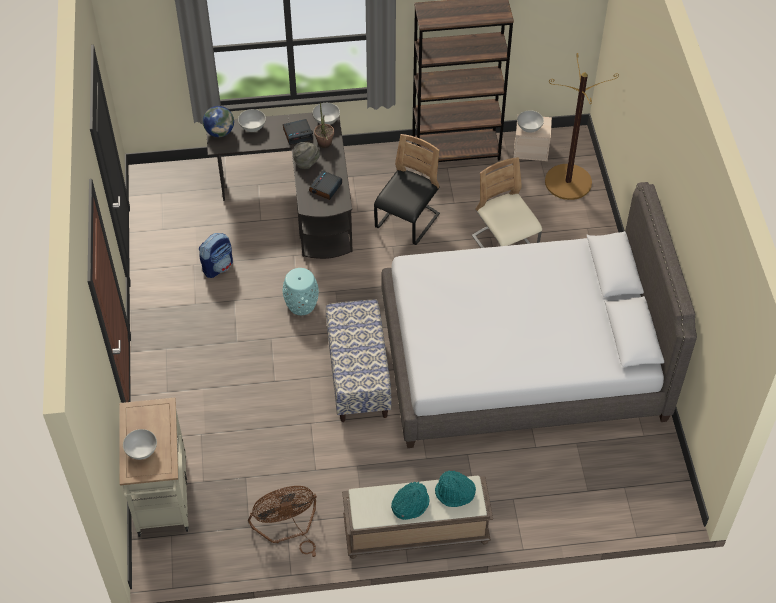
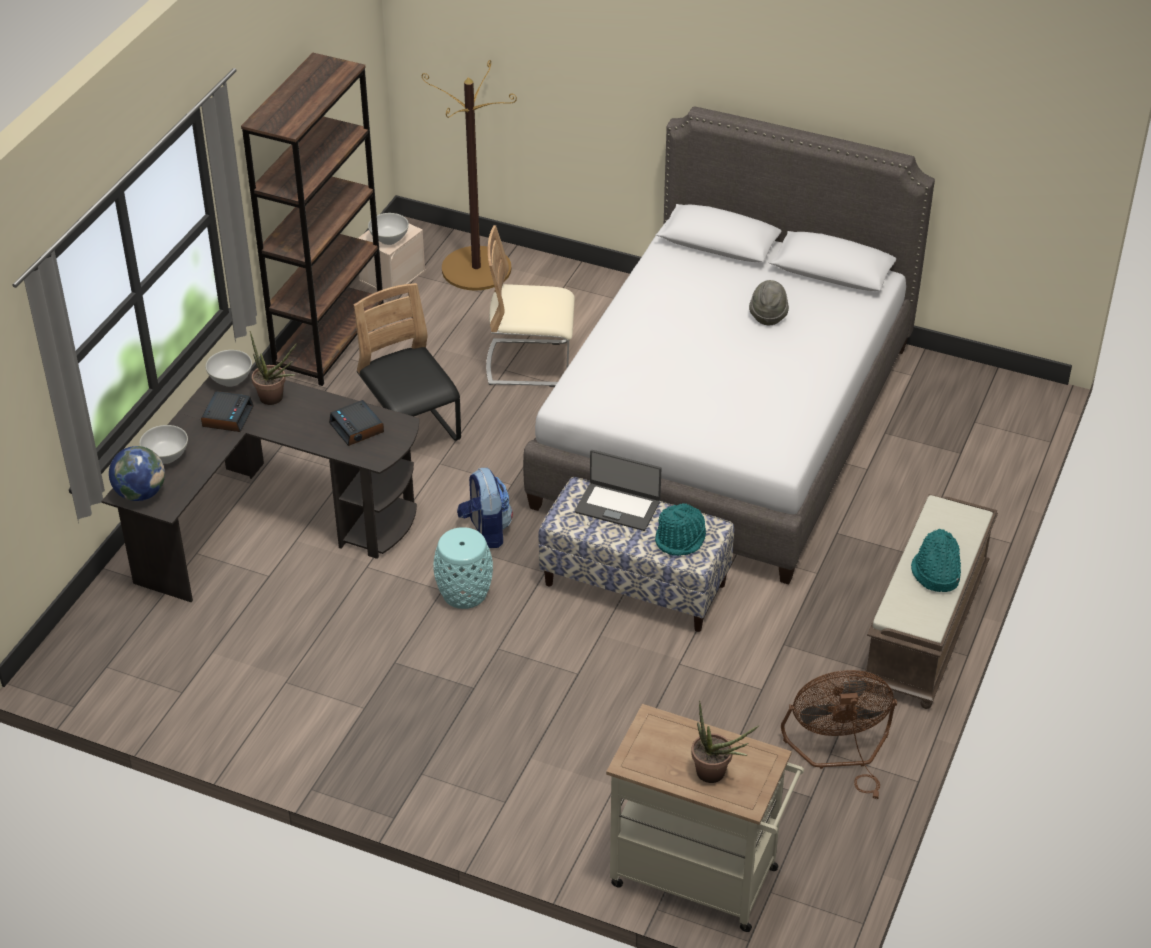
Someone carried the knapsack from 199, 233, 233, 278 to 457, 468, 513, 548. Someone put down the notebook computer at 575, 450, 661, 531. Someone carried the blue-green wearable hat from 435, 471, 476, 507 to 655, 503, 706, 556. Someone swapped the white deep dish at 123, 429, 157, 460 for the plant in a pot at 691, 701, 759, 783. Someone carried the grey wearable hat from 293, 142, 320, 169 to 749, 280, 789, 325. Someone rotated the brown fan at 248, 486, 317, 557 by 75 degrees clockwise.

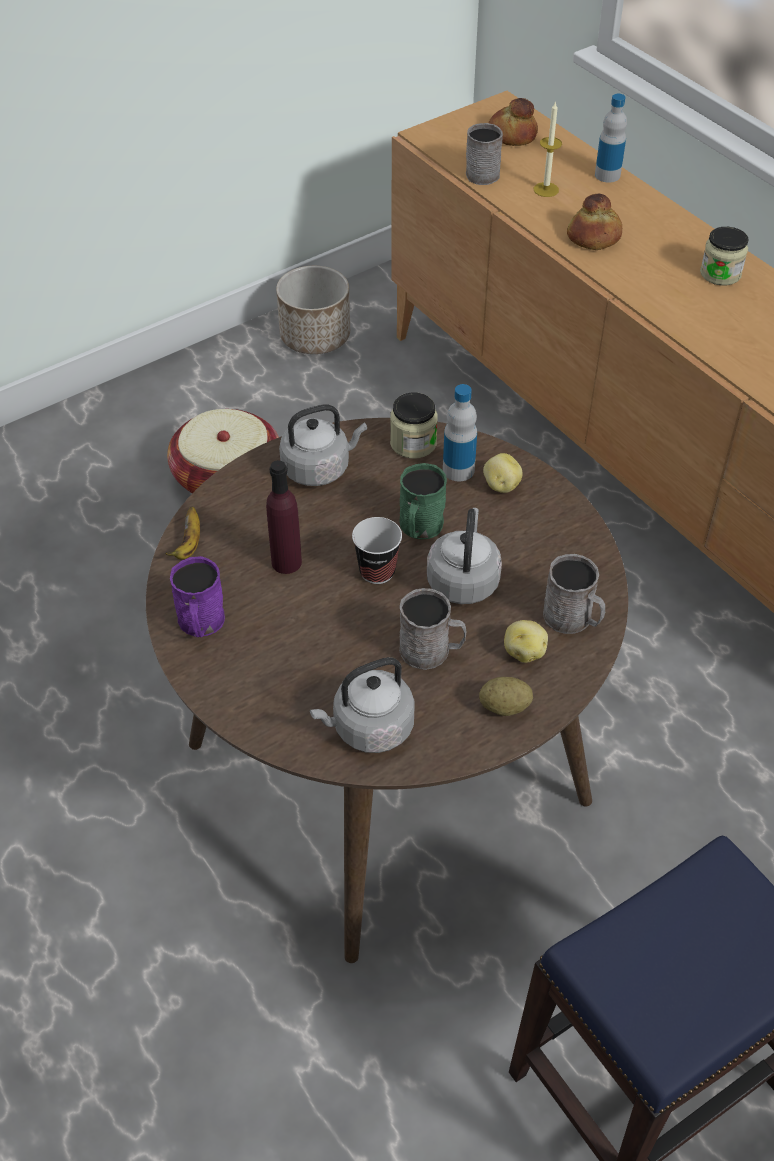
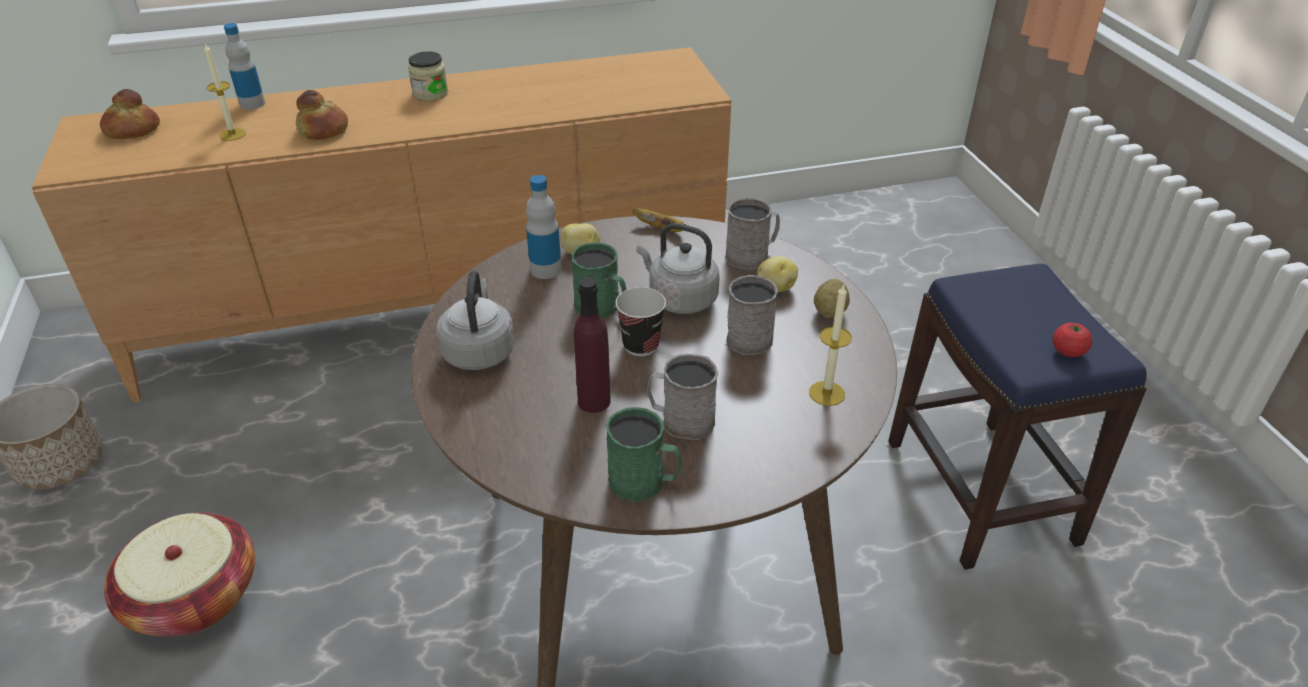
Someone repainted the purple-coloured tea mug at 170, 556, 225, 637, which became the green-coloured tea mug at 606, 407, 682, 501. Someone carried the banana fruit from 165, 507, 200, 559 to 633, 208, 686, 232. Someone carried the grey tea mug from 466, 123, 503, 185 to 647, 354, 718, 440. Someone swapped the grey water kettle at 310, 657, 415, 753 for the candle at 809, 284, 852, 406. Someone put down the whole tomato at 1053, 323, 1092, 357. Someone took away the preserve jar at 390, 392, 438, 458.

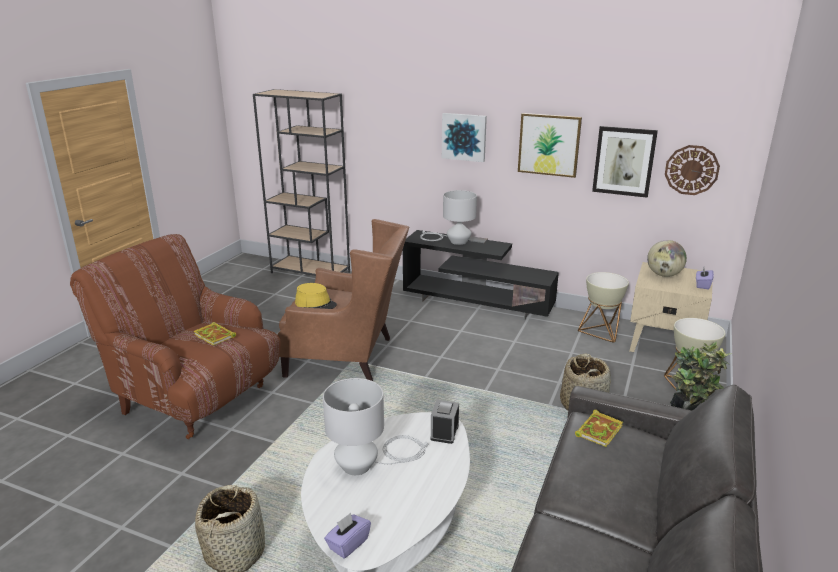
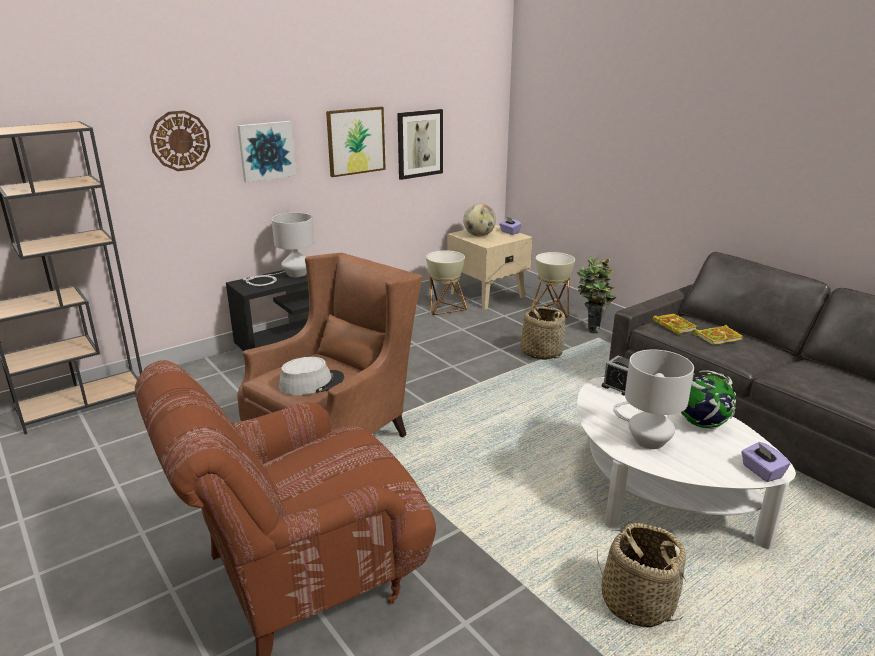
Someone carried the clock on the wall from 665, 145, 720, 195 to 150, 111, 210, 171. Someone repainted the yellow-coloured wearable hat at 295, 283, 337, 309, which became the grey wearable hat at 279, 357, 344, 395. Someone put down the globe at 681, 370, 736, 429. Someone carried the volume from 193, 322, 236, 346 to 694, 325, 743, 345.

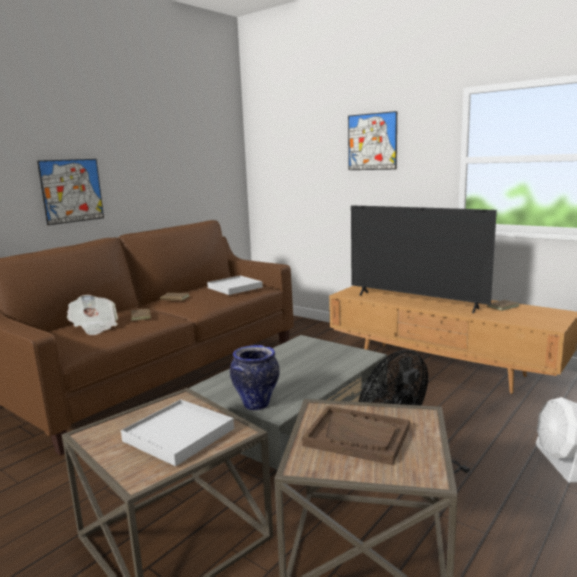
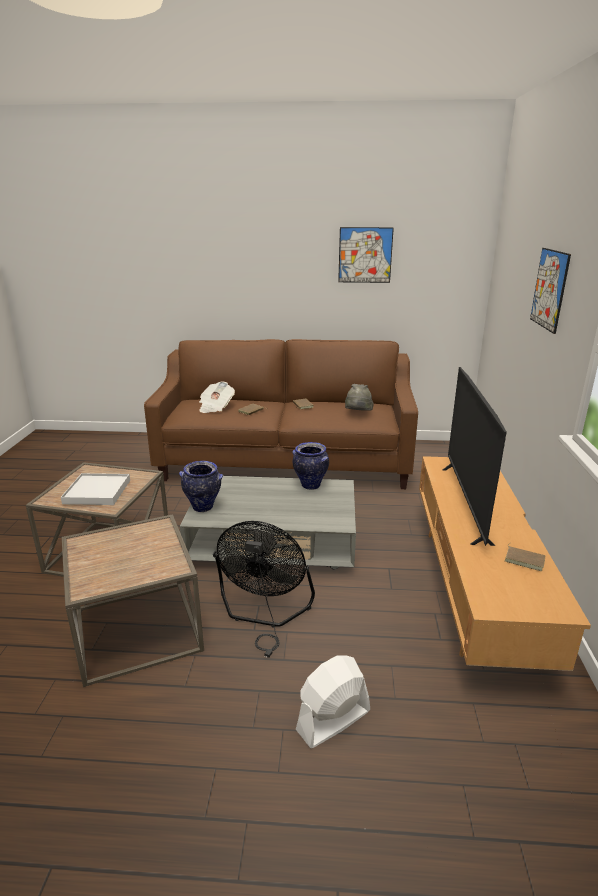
Someone put down the flower vase at 293, 442, 329, 490. Someone carried the wall picture from 37, 159, 104, 225 to 338, 227, 394, 283. Someone swapped the white carrying tray at 207, 275, 263, 295 for the grey wearable hat at 345, 384, 374, 411. Someone took away the brown carrying tray at 302, 406, 410, 465.

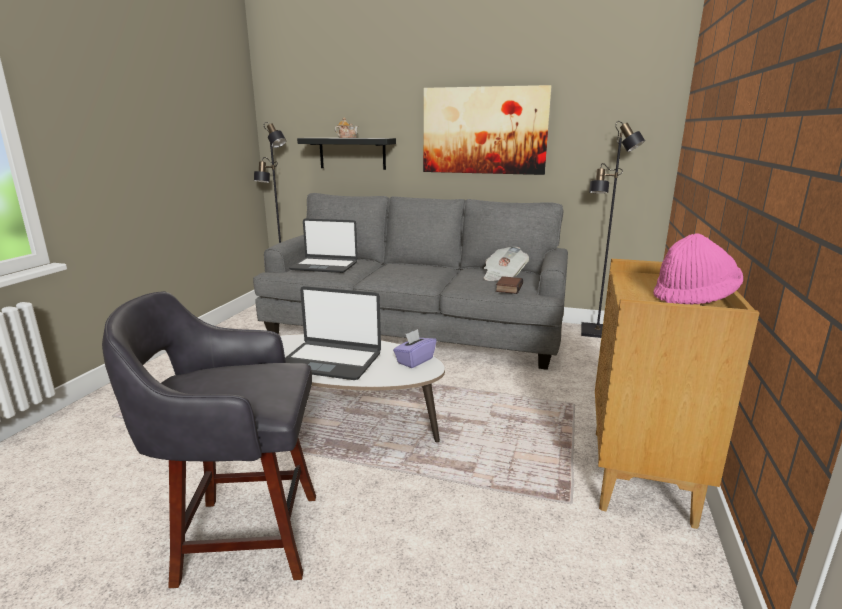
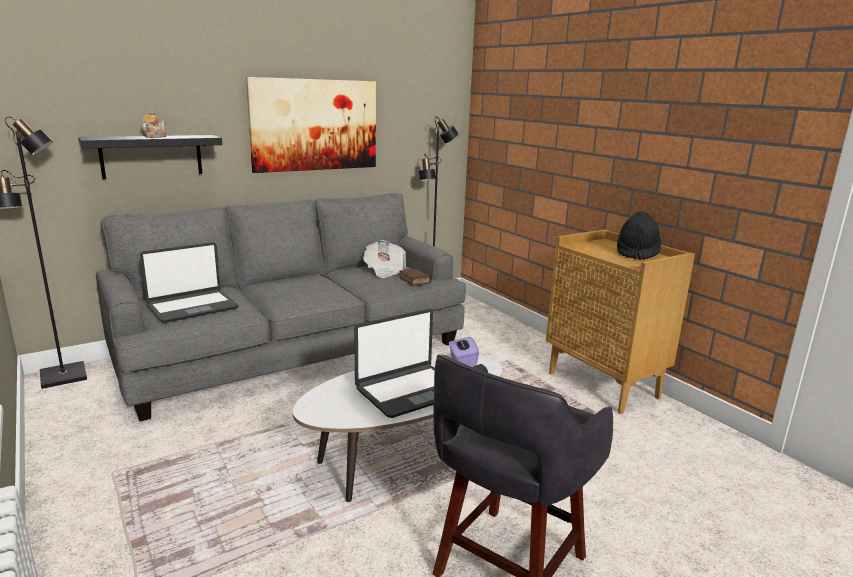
Someone repainted the pinkish wearable hat at 653, 233, 743, 305, which became the black wearable hat at 617, 211, 661, 260.

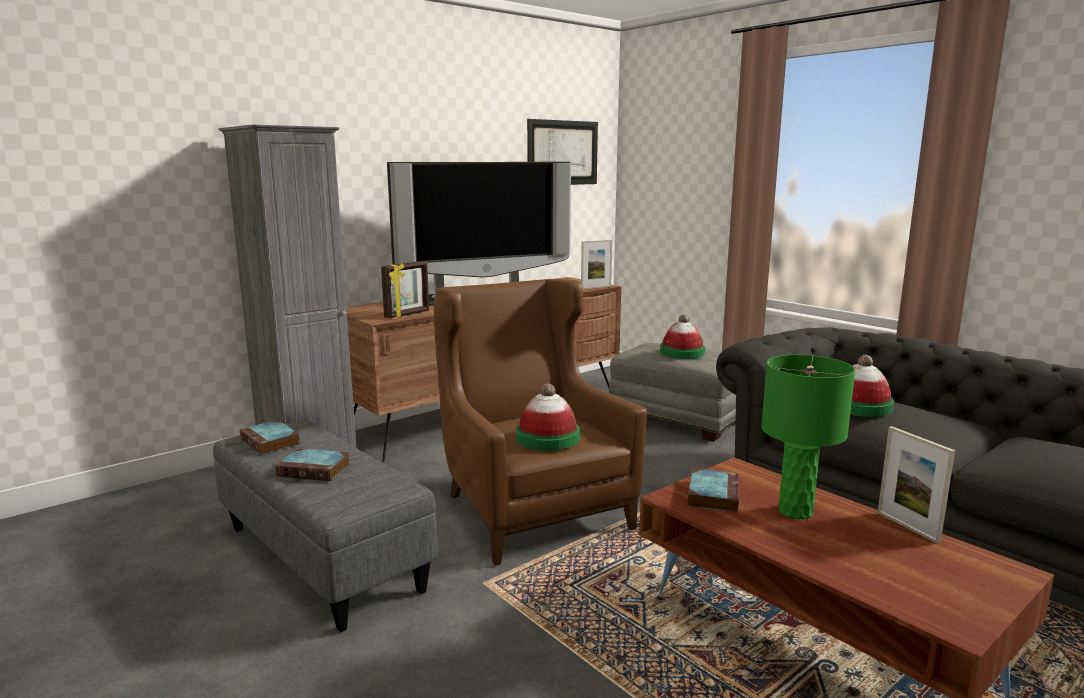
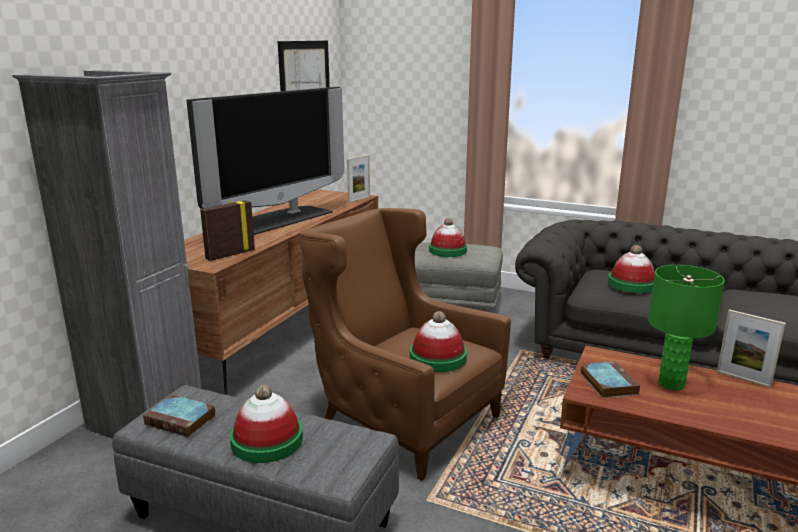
Someone rotated the picture frame at 381, 261, 429, 318 by 150 degrees counterclockwise. Someone swapped the volume at 275, 448, 350, 481 for the wearable hat at 230, 384, 303, 463.

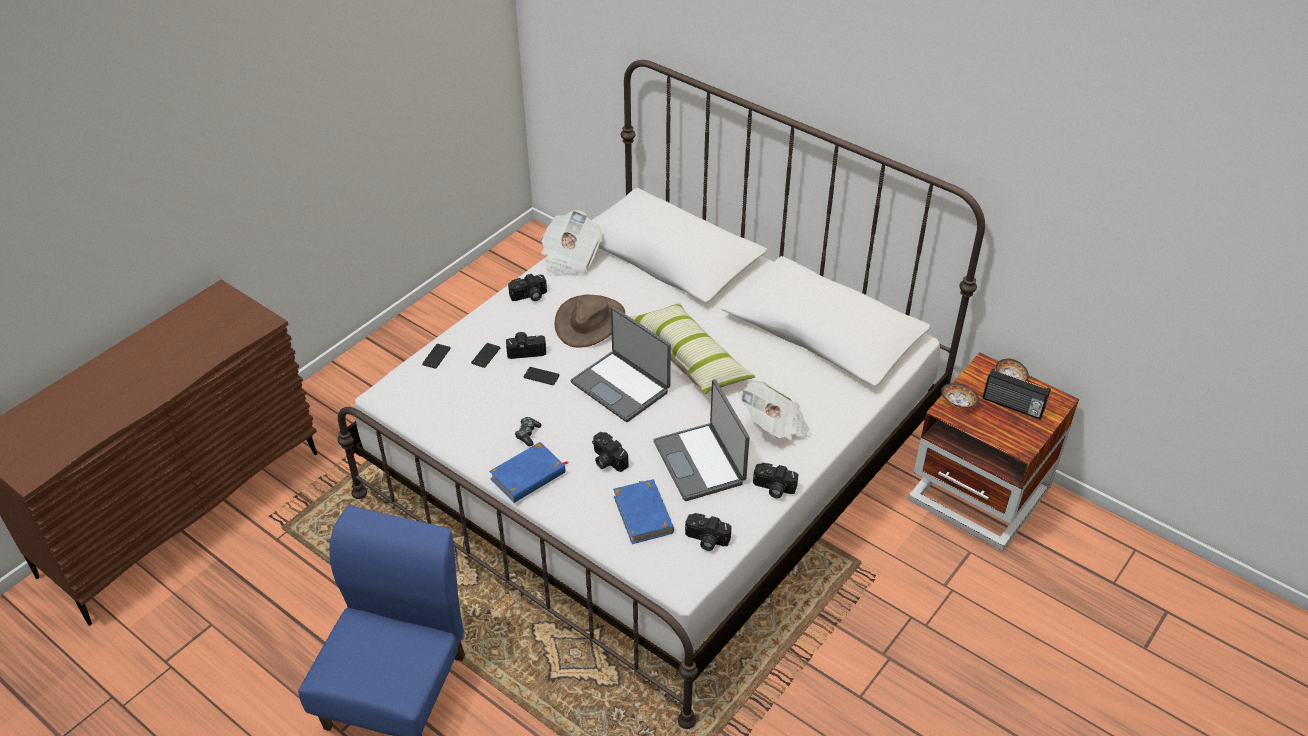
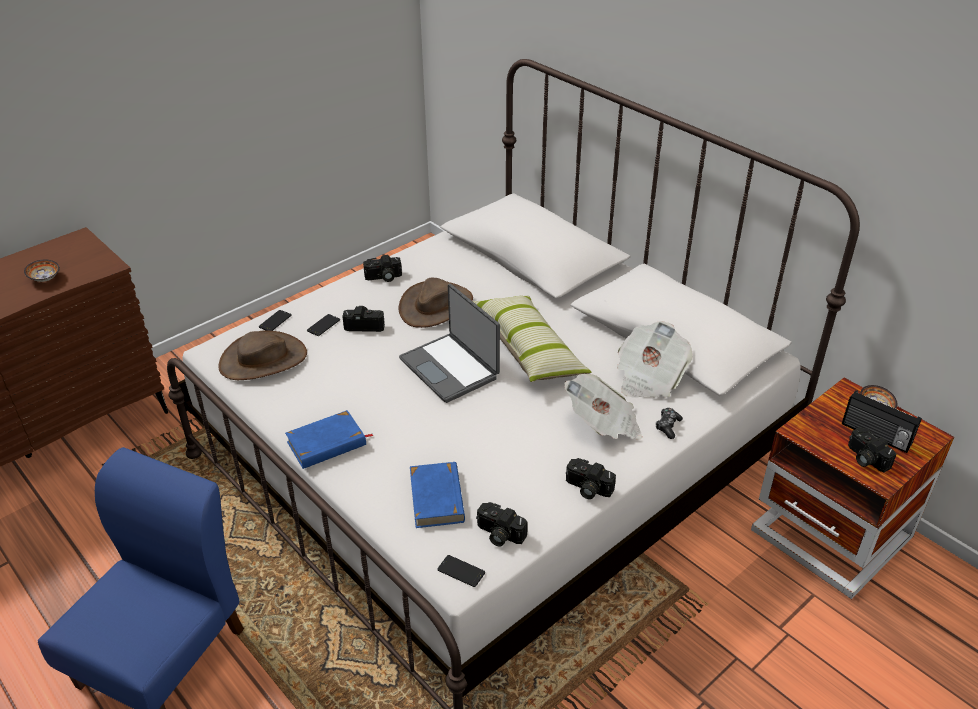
Someone carried the deep dish from 941, 383, 979, 408 to 24, 260, 60, 282. Someone put down the brown wearable hat at 218, 331, 307, 380. Someone carried the telephone from 524, 367, 560, 385 to 437, 555, 485, 587. Someone carried the daily paper from 541, 210, 602, 276 to 617, 321, 693, 398. Someone carried the game controller from 515, 417, 542, 446 to 656, 408, 683, 439. Someone carried the photo camera from 592, 432, 628, 472 to 848, 427, 896, 473. Someone took away the notebook computer at 653, 379, 750, 501.

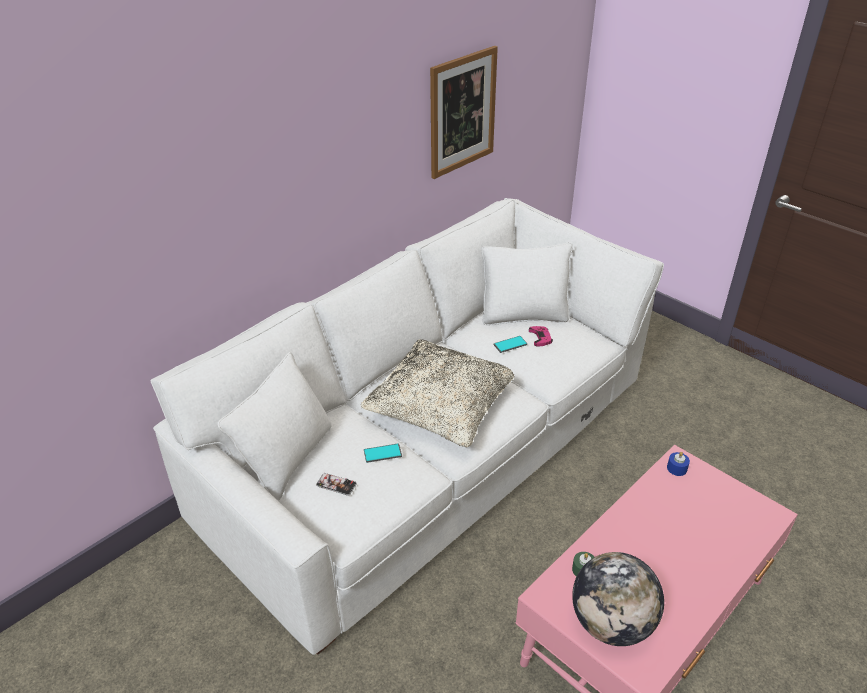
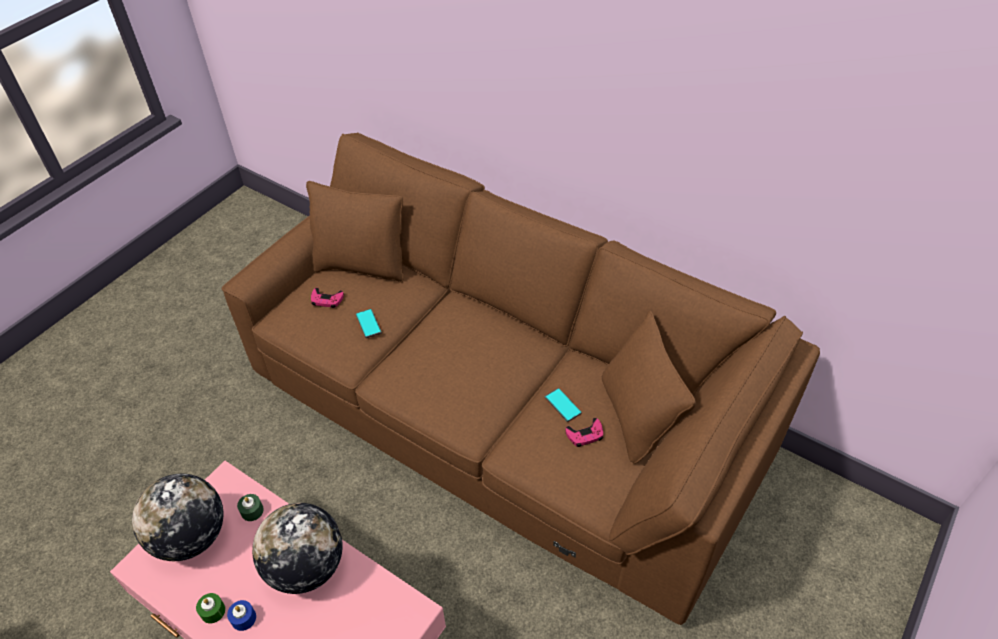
Someone put down the green-coloured candle at 196, 593, 225, 623. Someone repainted the white settee at 151, 198, 664, 655, which became the brown settee at 222, 132, 820, 625. Someone carried the bluish candle from 667, 452, 690, 476 to 227, 600, 256, 631. Someone put down the globe at 252, 503, 343, 594. Someone swapped the telephone at 316, 473, 357, 496 for the pinkish game controller at 311, 288, 344, 308. Someone took away the sand-coloured cushion at 360, 339, 514, 447. Someone took away the wall picture at 430, 46, 498, 179.

